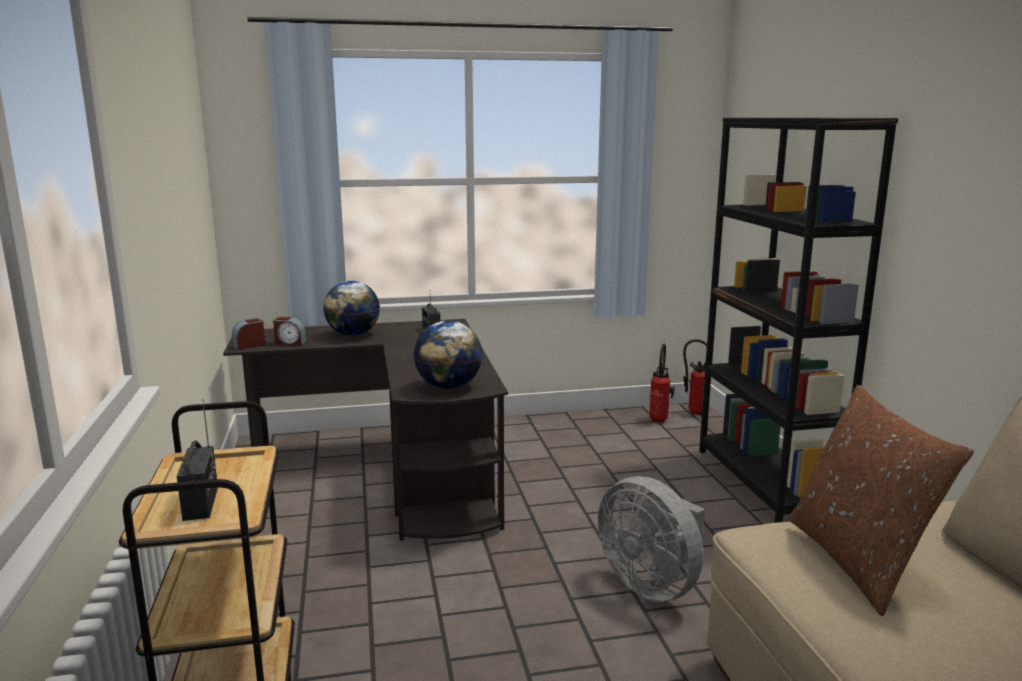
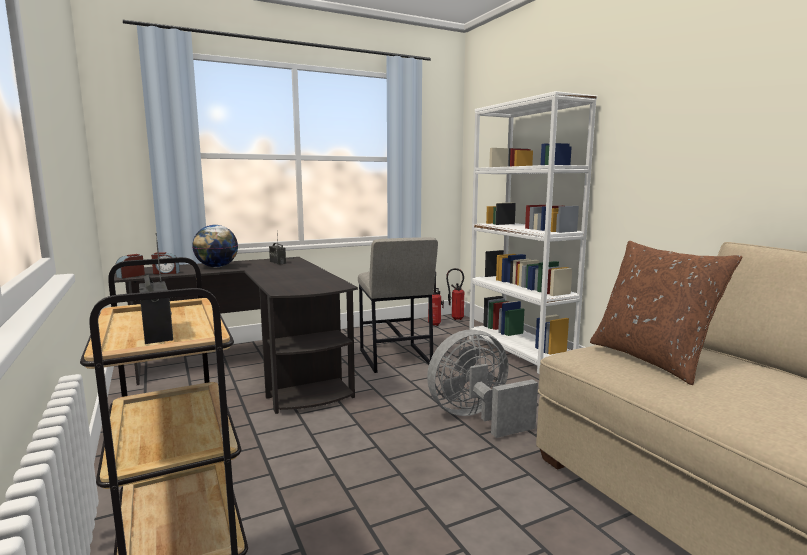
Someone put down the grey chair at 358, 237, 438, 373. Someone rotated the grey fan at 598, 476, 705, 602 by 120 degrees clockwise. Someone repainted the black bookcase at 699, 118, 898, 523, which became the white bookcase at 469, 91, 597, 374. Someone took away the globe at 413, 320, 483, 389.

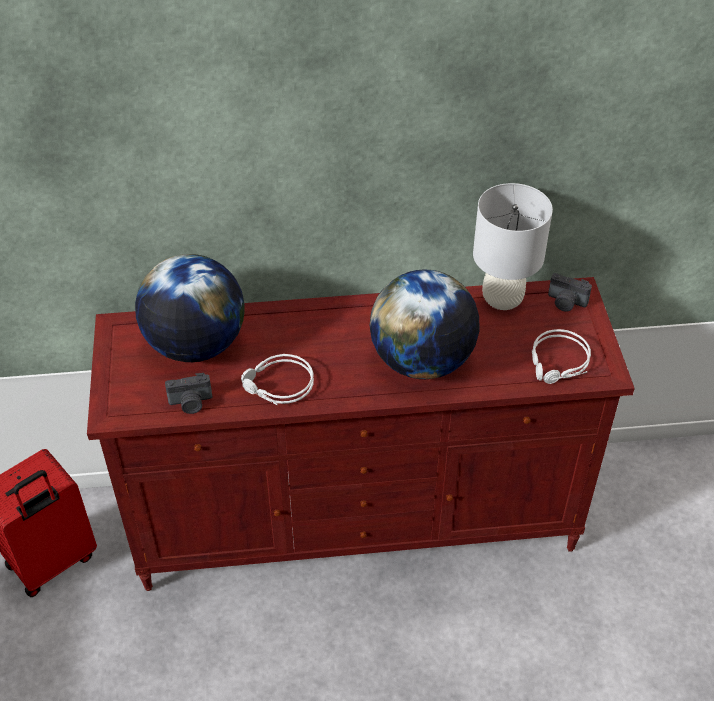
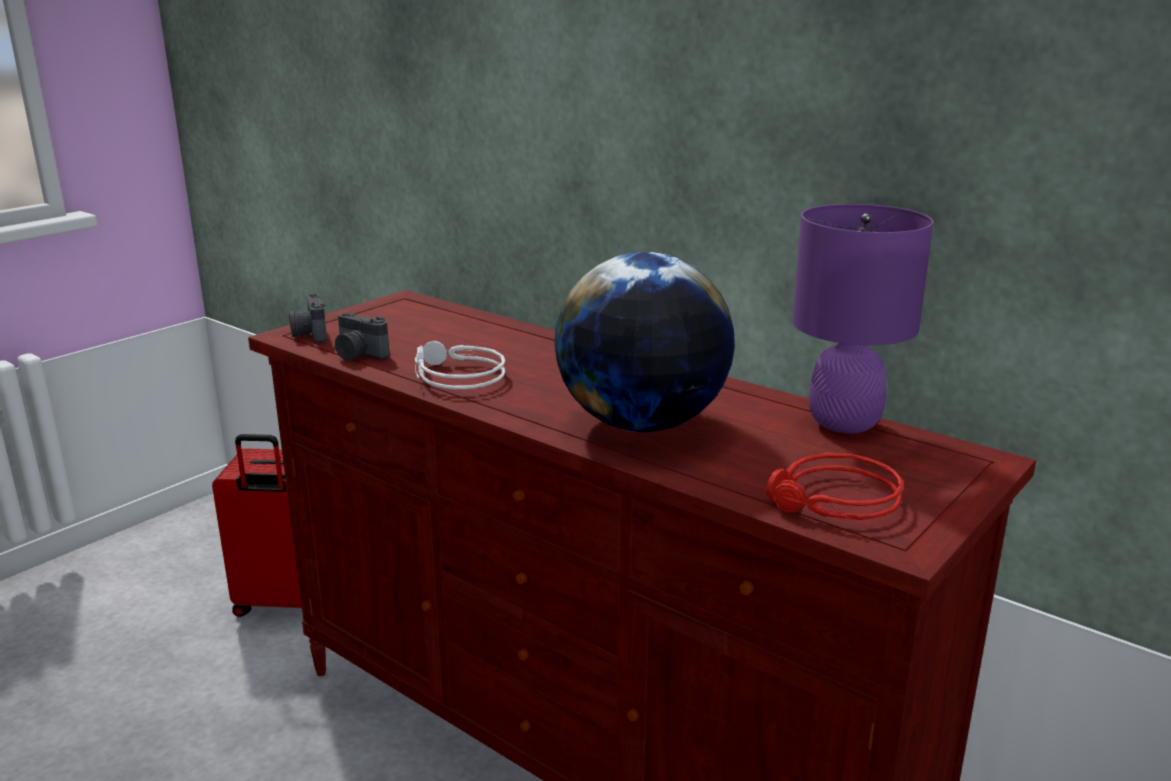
Someone carried the photo camera from 548, 273, 592, 312 to 289, 293, 327, 343. Someone repainted the grey headphones at 531, 329, 591, 384, which became the red headphones at 766, 453, 904, 520. Someone repainted the grey table lamp at 473, 183, 553, 310, which became the purple-coloured table lamp at 792, 204, 933, 434. Someone took away the globe at 135, 254, 245, 362.

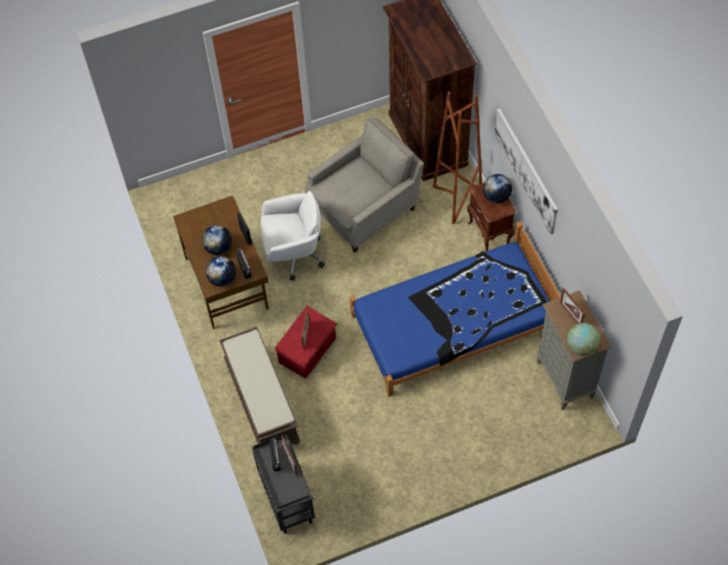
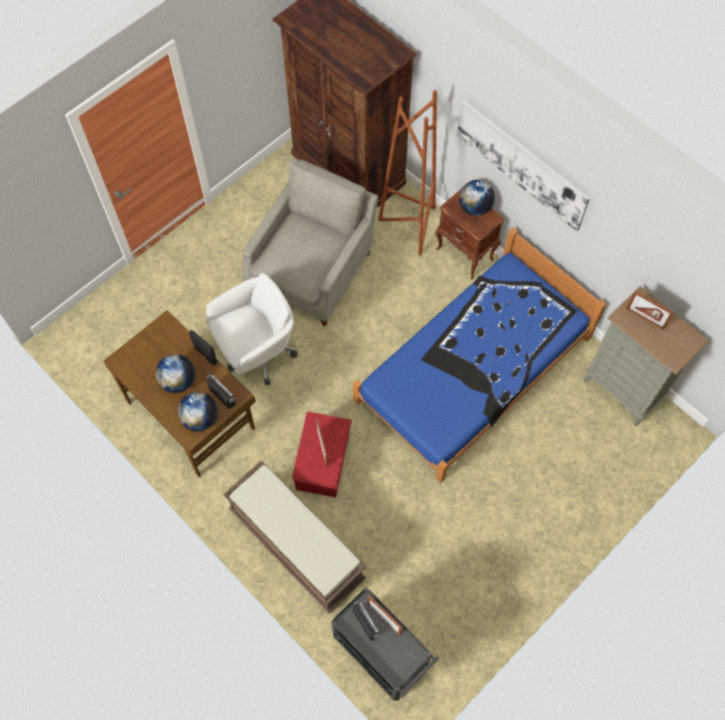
Someone took away the globe at 567, 323, 600, 356.

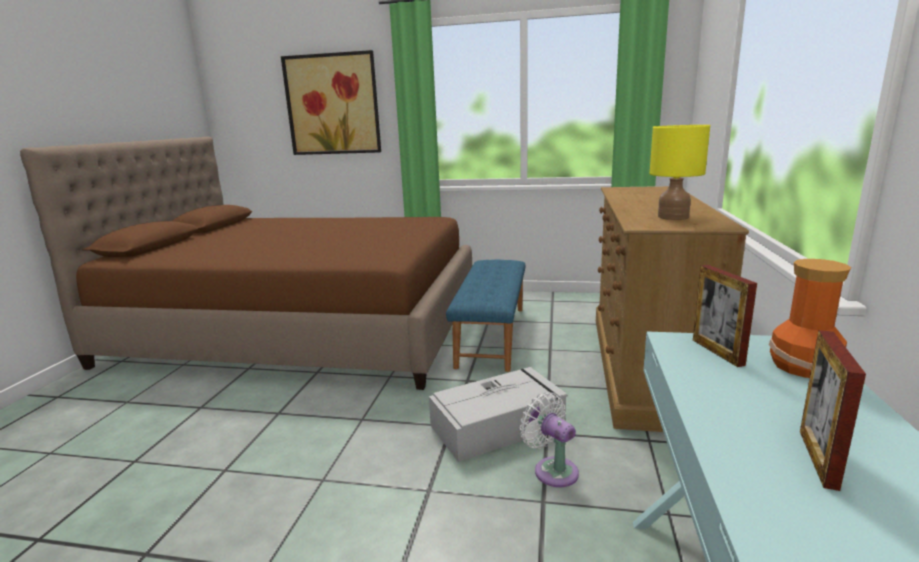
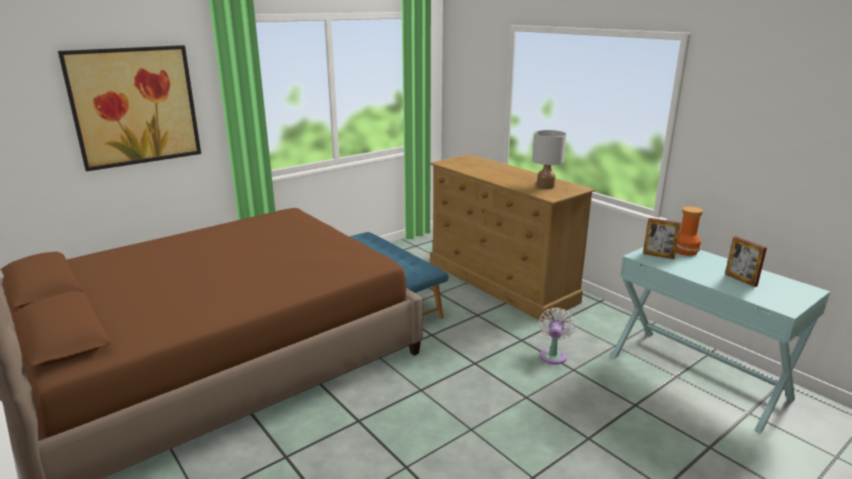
Someone repainted the yellow-coloured table lamp at 650, 125, 710, 220, which became the grey table lamp at 532, 130, 566, 189. Someone rotated the white fan at 520, 392, 579, 487 by 105 degrees clockwise. Someone took away the grey storage box at 429, 367, 567, 462.

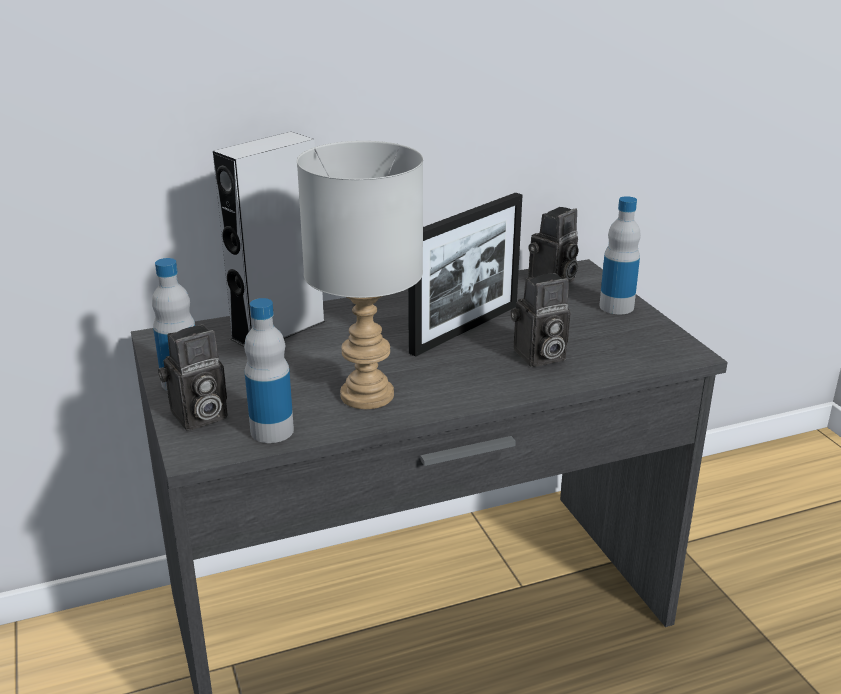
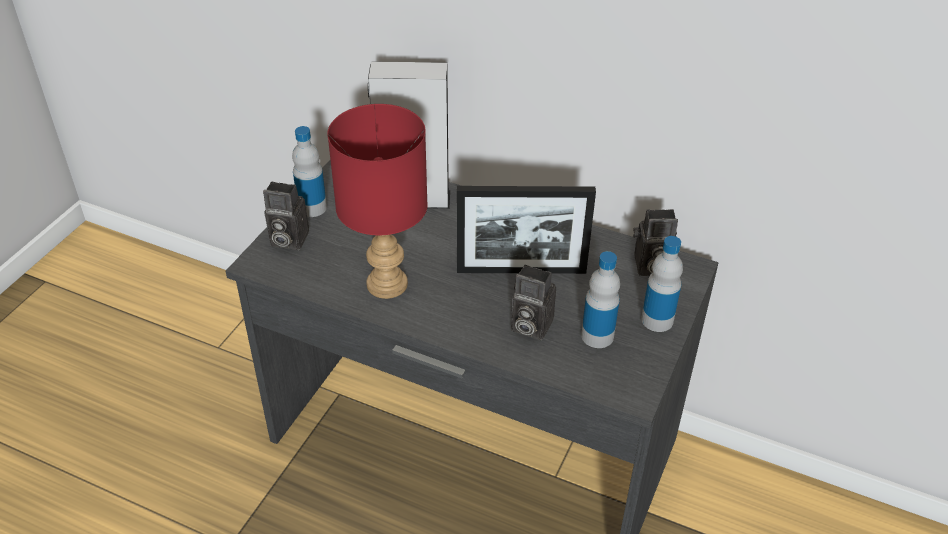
Someone repainted the grey table lamp at 297, 141, 423, 409, which became the red table lamp at 327, 104, 428, 299. Someone carried the drink bottle from 244, 298, 294, 443 to 581, 251, 620, 348.

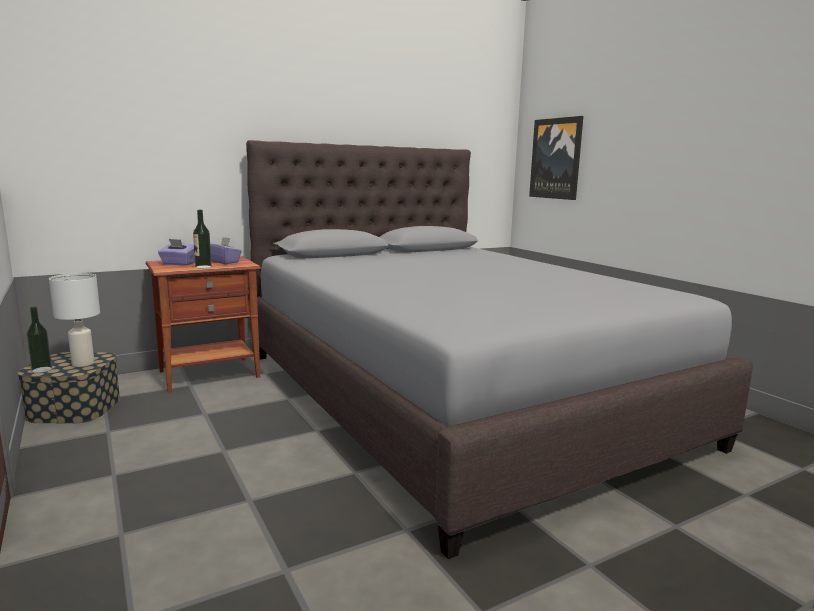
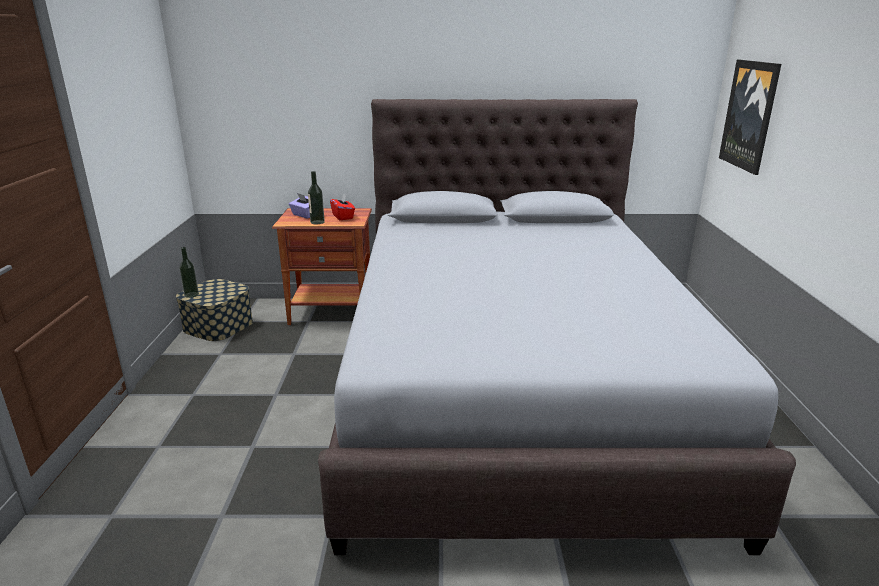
Someone repainted the purple-coloured box of tissues at 210, 237, 242, 264, which became the red box of tissues at 330, 194, 355, 220. Someone took away the white table lamp at 49, 273, 100, 367.

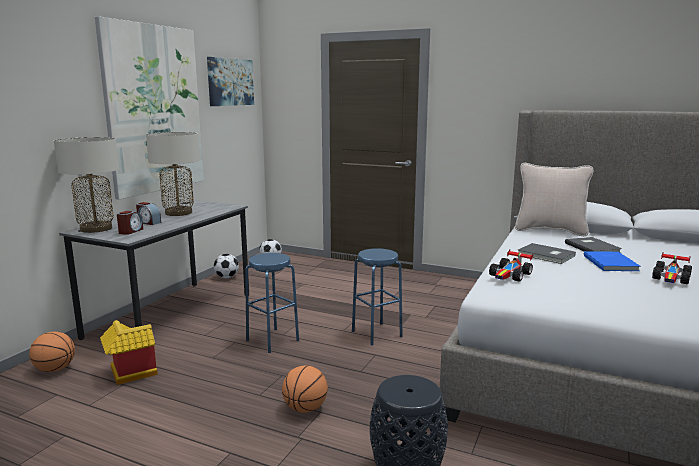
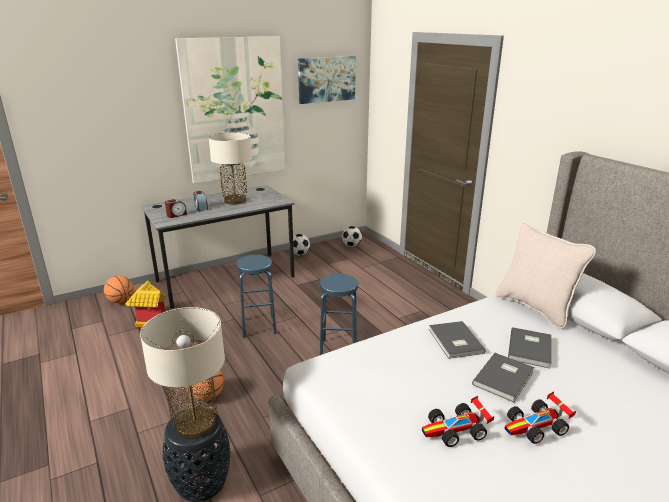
Someone carried the table lamp from 54, 137, 119, 233 to 140, 307, 225, 439. Someone carried the miniature car from 489, 250, 533, 282 to 422, 396, 494, 447. Someone repainted the bluish volume at 584, 251, 641, 271, which became the grey volume at 472, 353, 534, 402.

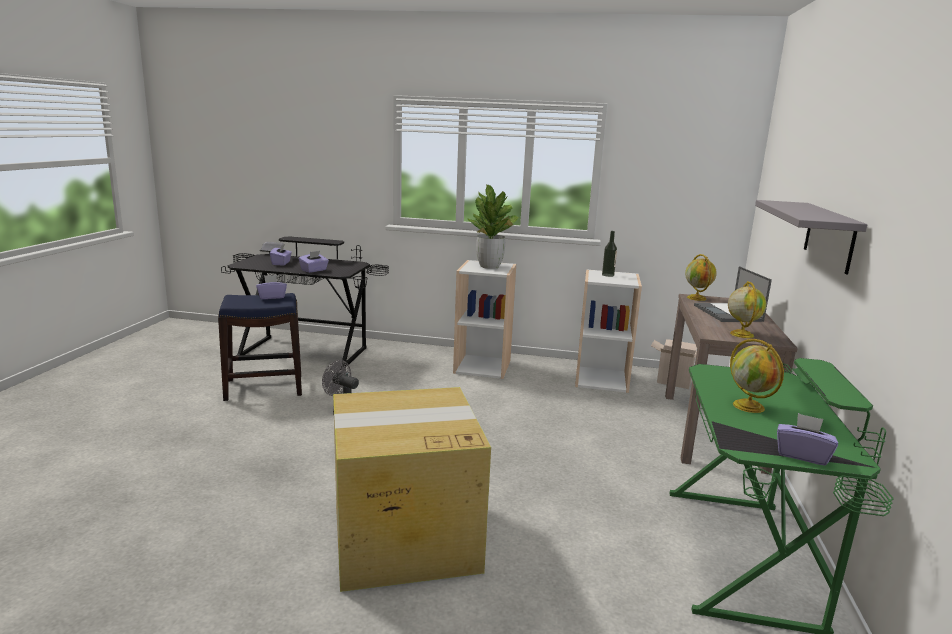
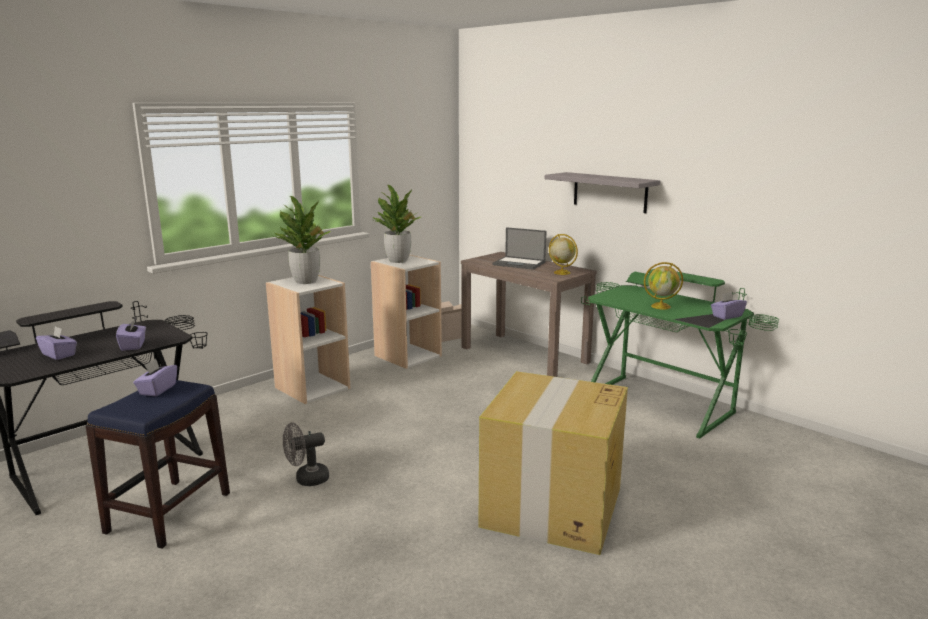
Someone swapped the drink bottle at 602, 231, 617, 277 for the plant in a pot at 371, 185, 421, 263. Someone took away the globe at 685, 254, 717, 301.

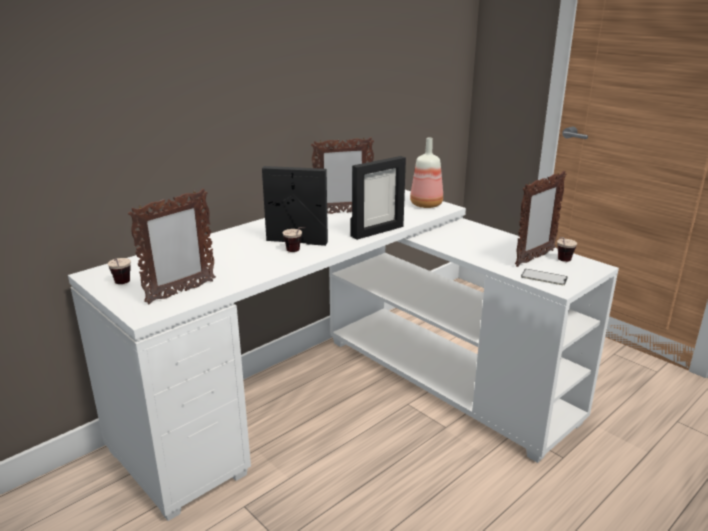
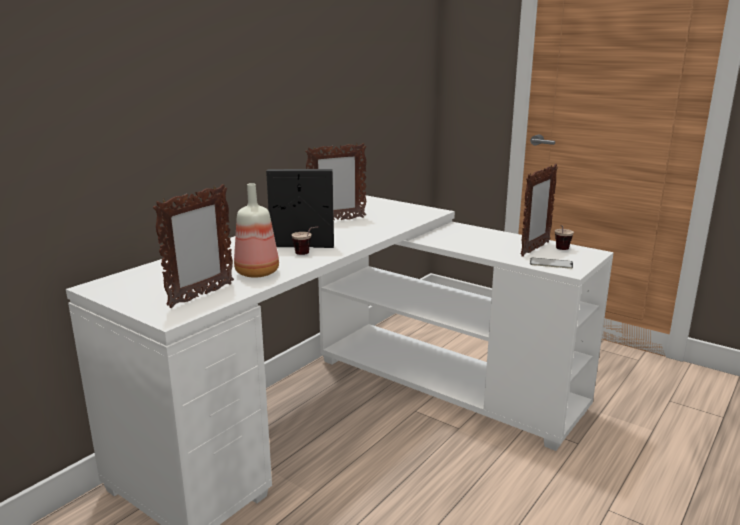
Someone carried the drink bottle from 410, 138, 443, 208 to 234, 183, 279, 278. Someone took away the small cup at 108, 258, 131, 284. Someone took away the picture frame at 351, 156, 406, 240.

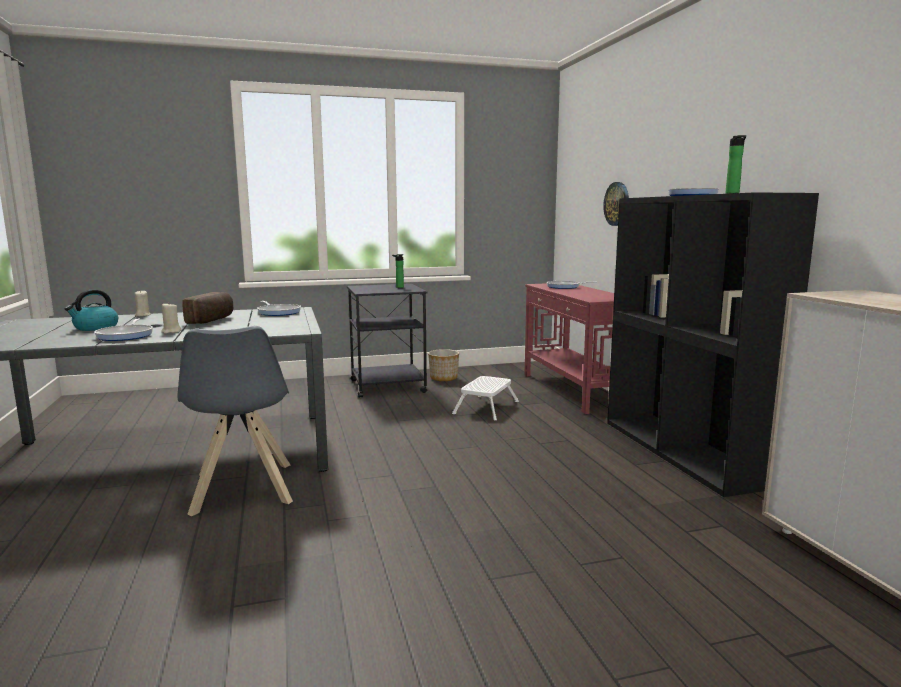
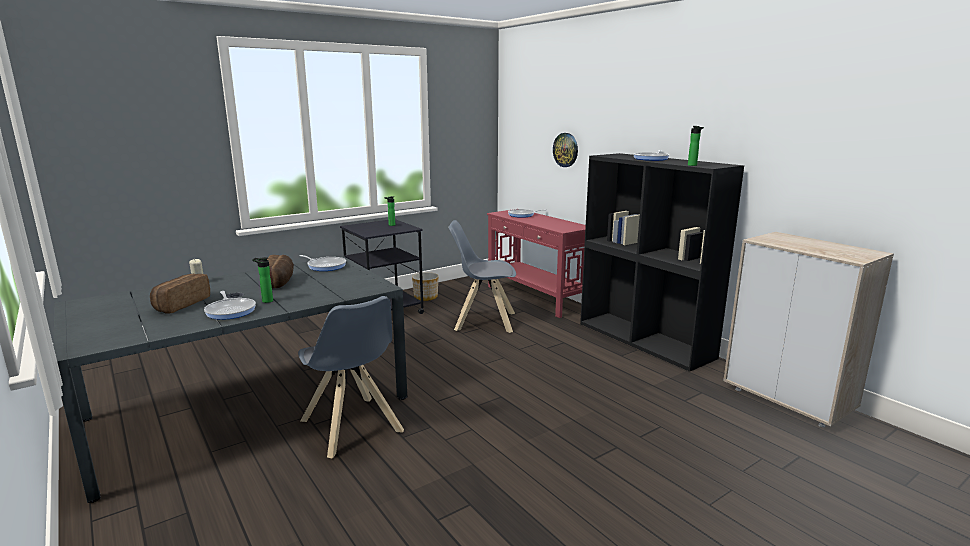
Someone swapped the water kettle at 65, 289, 118, 331 for the bread at 150, 274, 210, 314. Someone swapped the sand-coloured candle at 161, 302, 181, 334 for the drink bottle at 252, 257, 273, 303. Someone swapped the white stepladder at 452, 376, 519, 420 for the grey chair at 448, 220, 516, 333.

